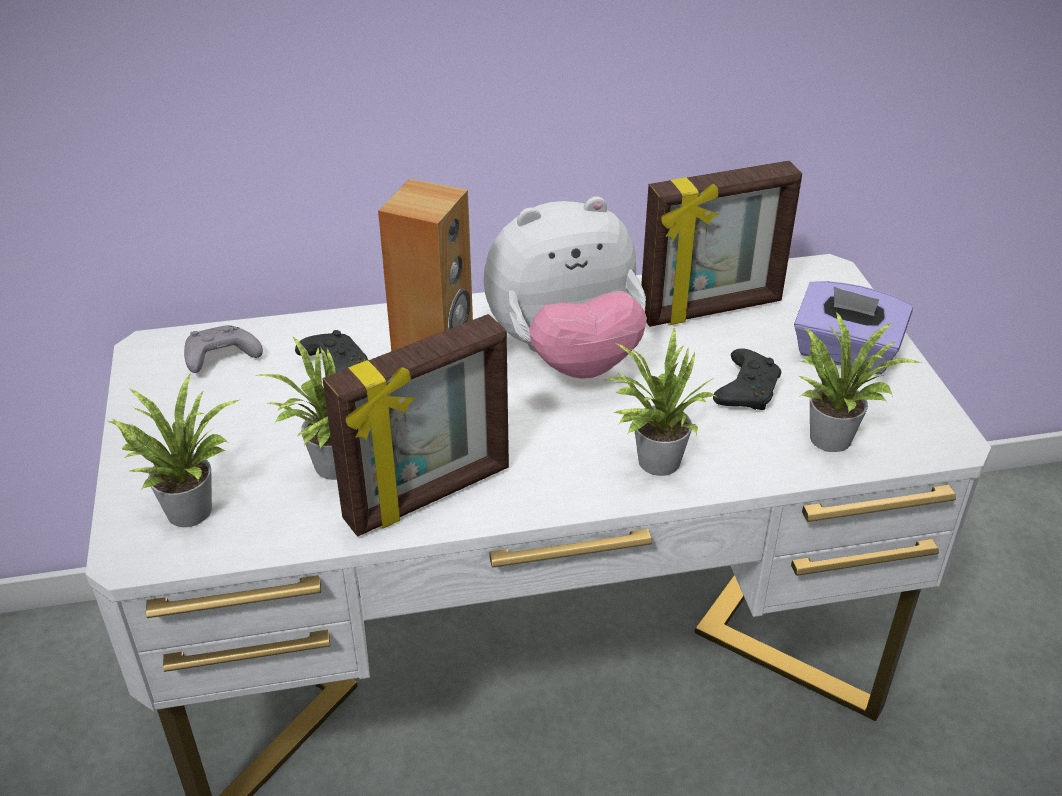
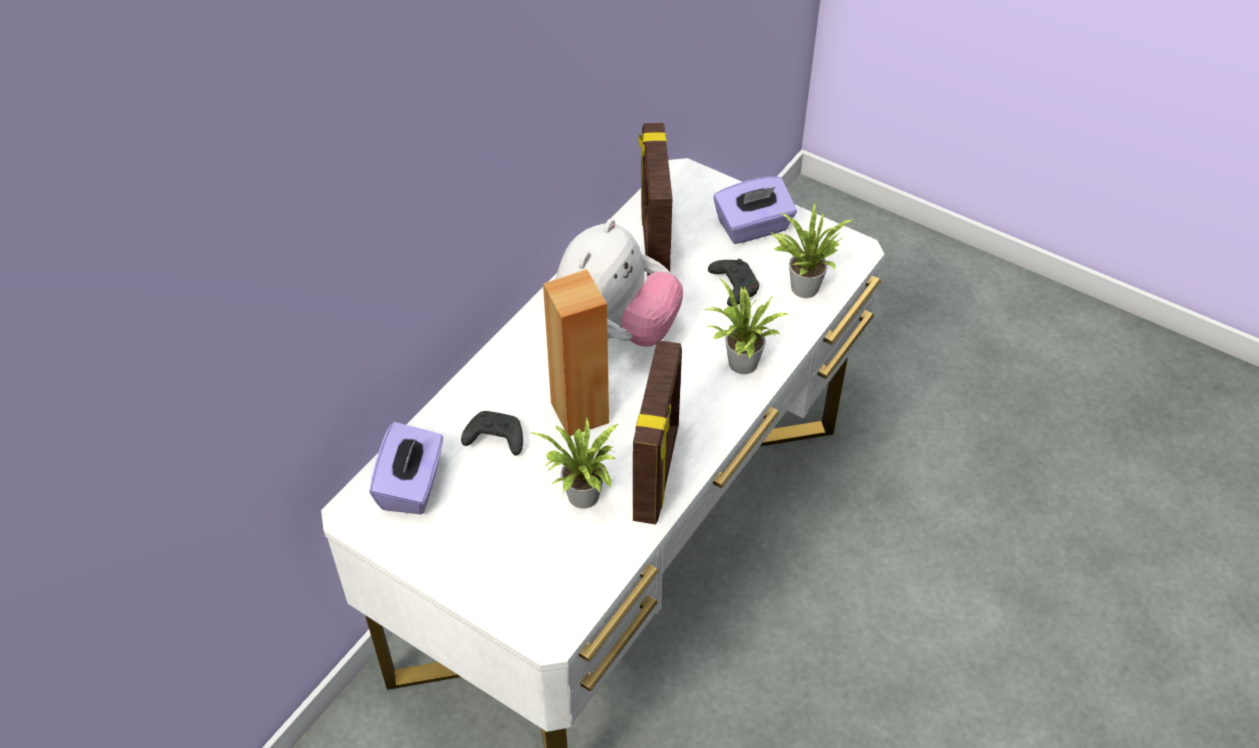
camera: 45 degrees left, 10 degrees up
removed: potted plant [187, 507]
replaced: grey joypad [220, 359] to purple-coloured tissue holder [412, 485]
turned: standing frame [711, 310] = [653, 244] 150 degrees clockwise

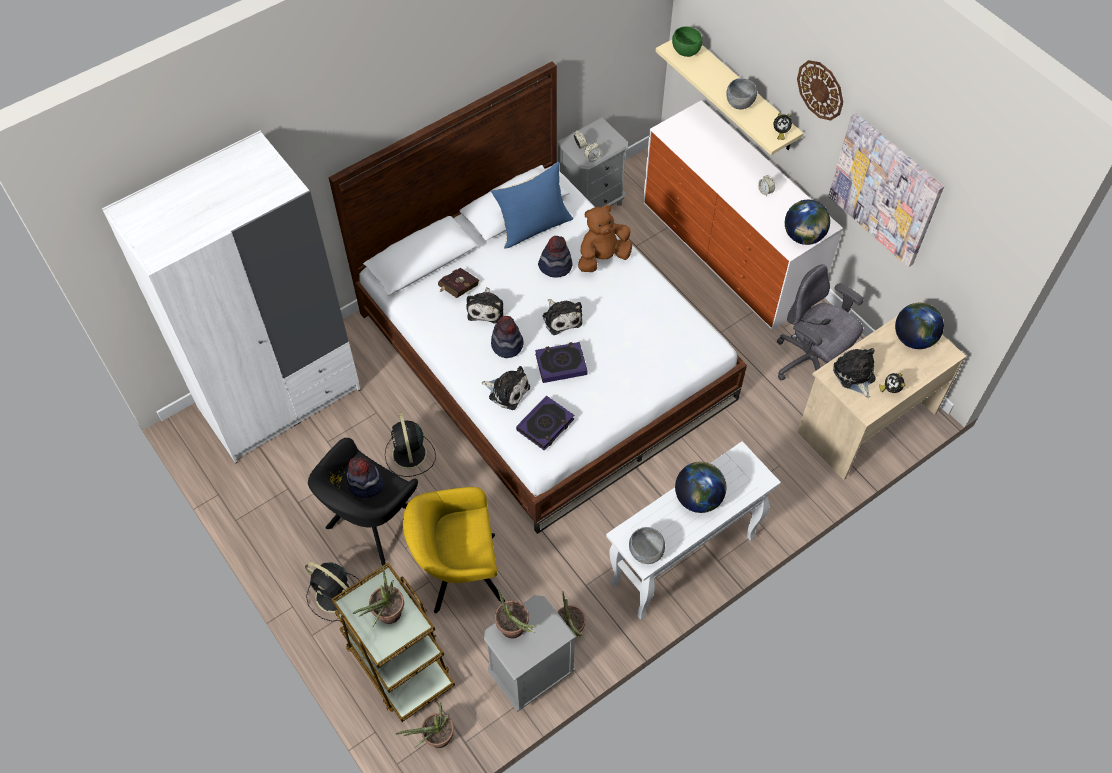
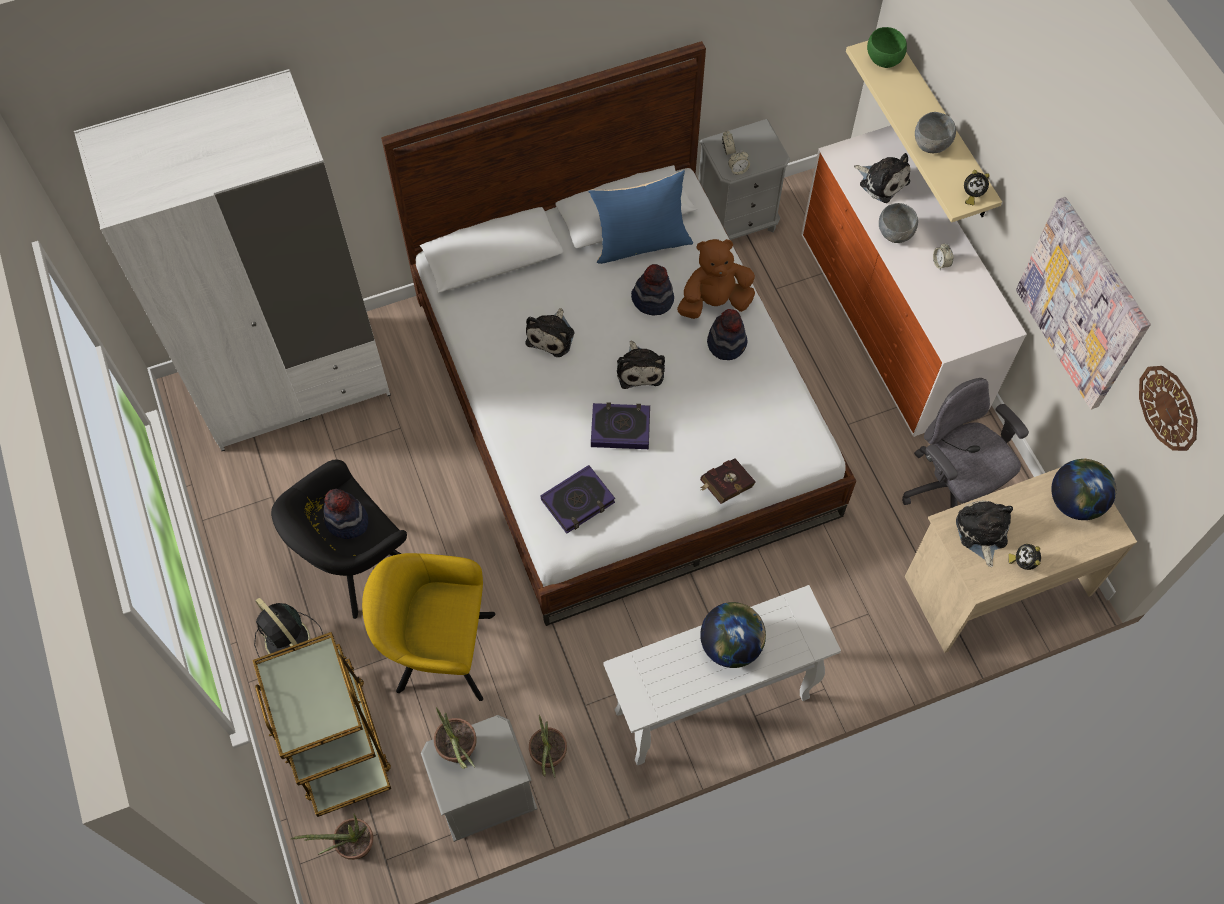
camera: 15 degrees right, 5 degrees up
removed: desk globe [803, 236]; blackish fan [409, 455]; potted plant [386, 617]
moved: clock on the wall [820, 90] to [1169, 407]; red-coloured bound book [457, 289] to [724, 487]; wearable hat [507, 344] to [727, 343]; cuddly toy [507, 391] to [882, 181]; grey bowl [646, 552] to [895, 233]

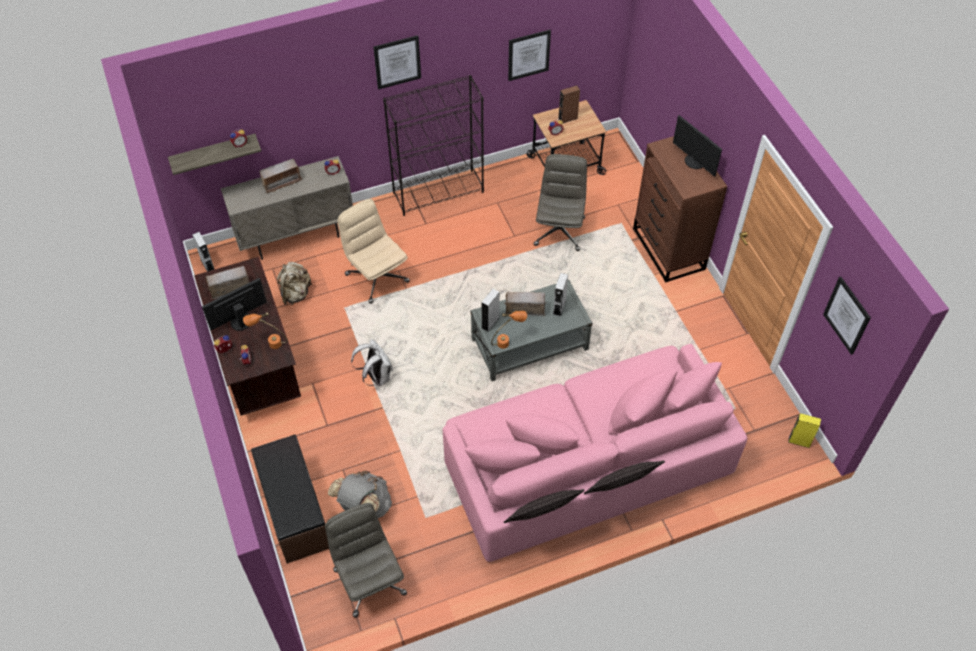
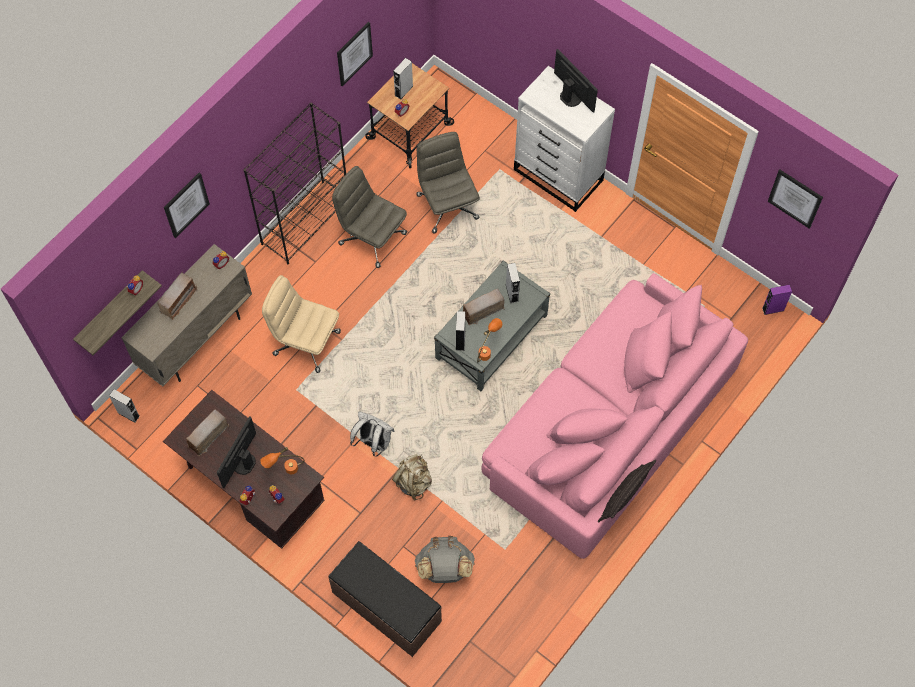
camera: 30 degrees left, 10 degrees up
removed: cushion [621, 485]
moved: picture [397, 62] to [186, 205]; sand-coloured rucksack [296, 293] to [413, 481]; grey office chair [369, 581] to [371, 238]
recoloured: brown-coloured speaker [567, 118] to grey speaker [403, 90]; brown-coloured dresser [668, 249] to white-coloured dresser [559, 175]; yellowish speaker [799, 441] to purple-coloured speaker [773, 309]
turned: computer display [694, 161] = [571, 96] 150 degrees counterclockwise

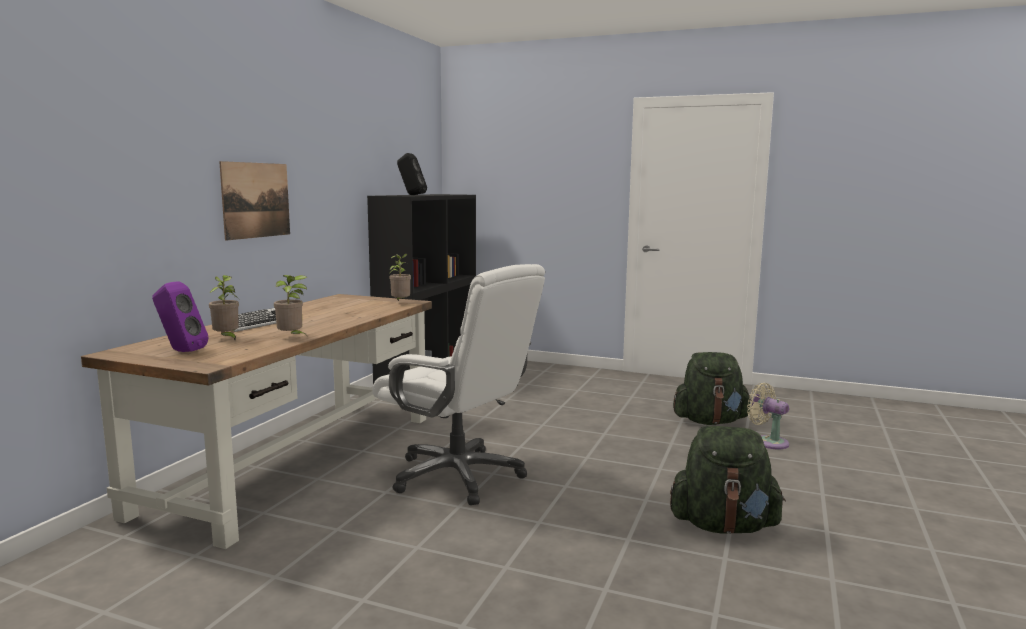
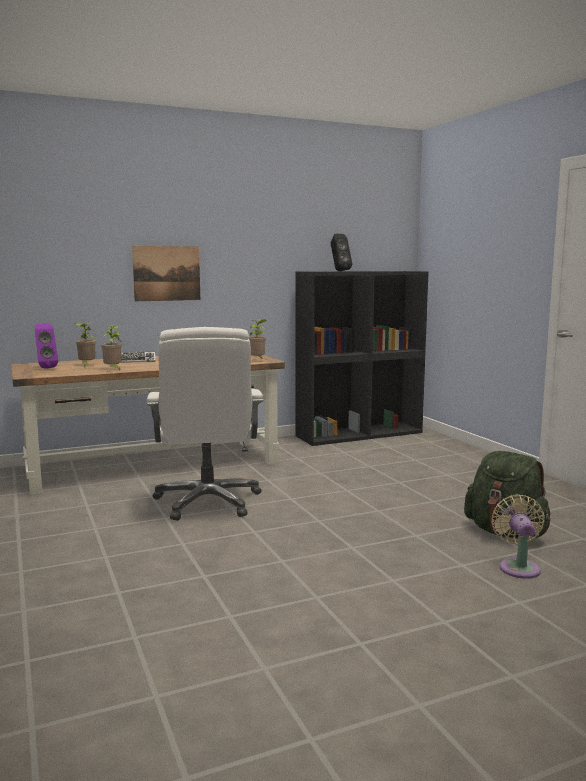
camera: 45 degrees right, 0 degrees up
removed: green-coloured rucksack [723, 526]

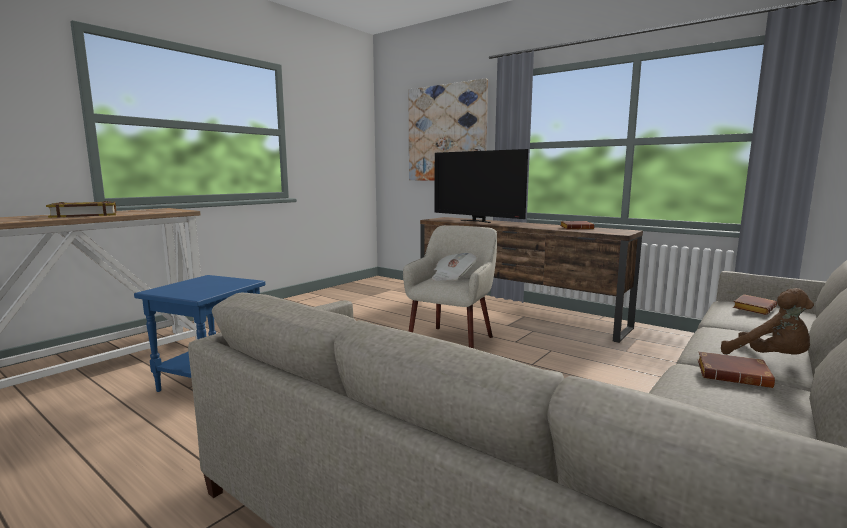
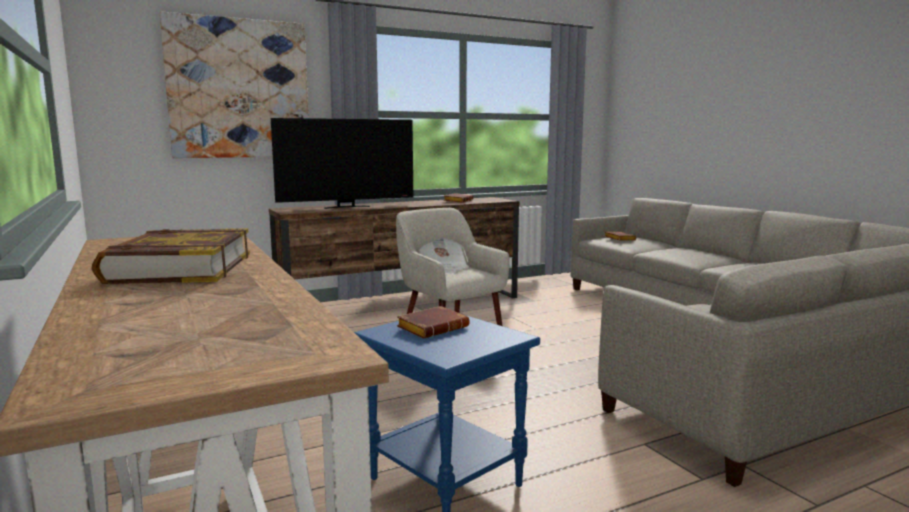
camera: 65 degrees left, 0 degrees up
removed: brown-coloured cuddly toy [770, 358]
moved: brown-coloured bound book [734, 375] to [433, 327]

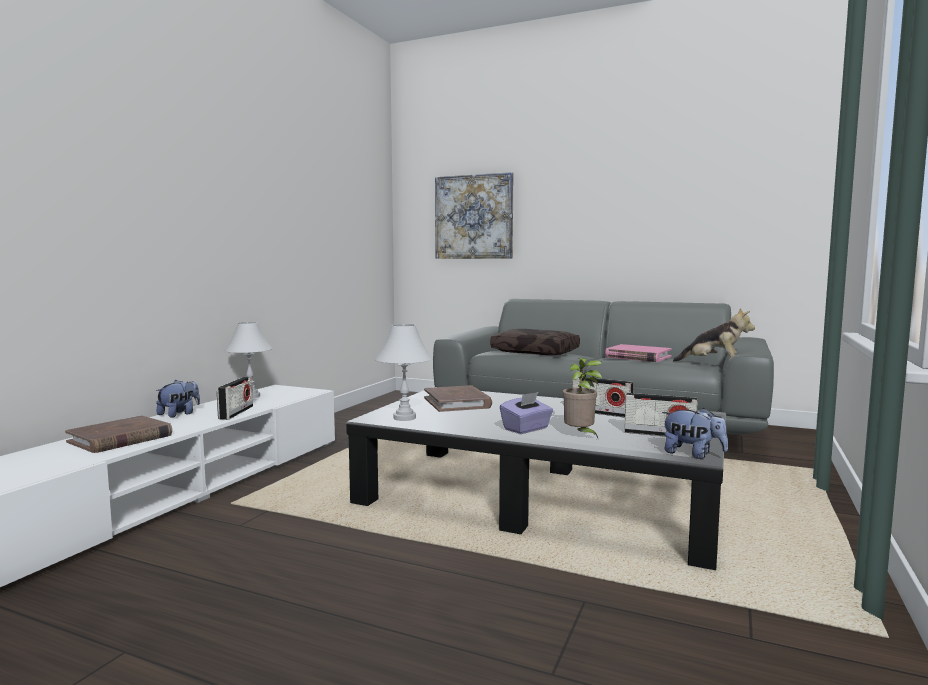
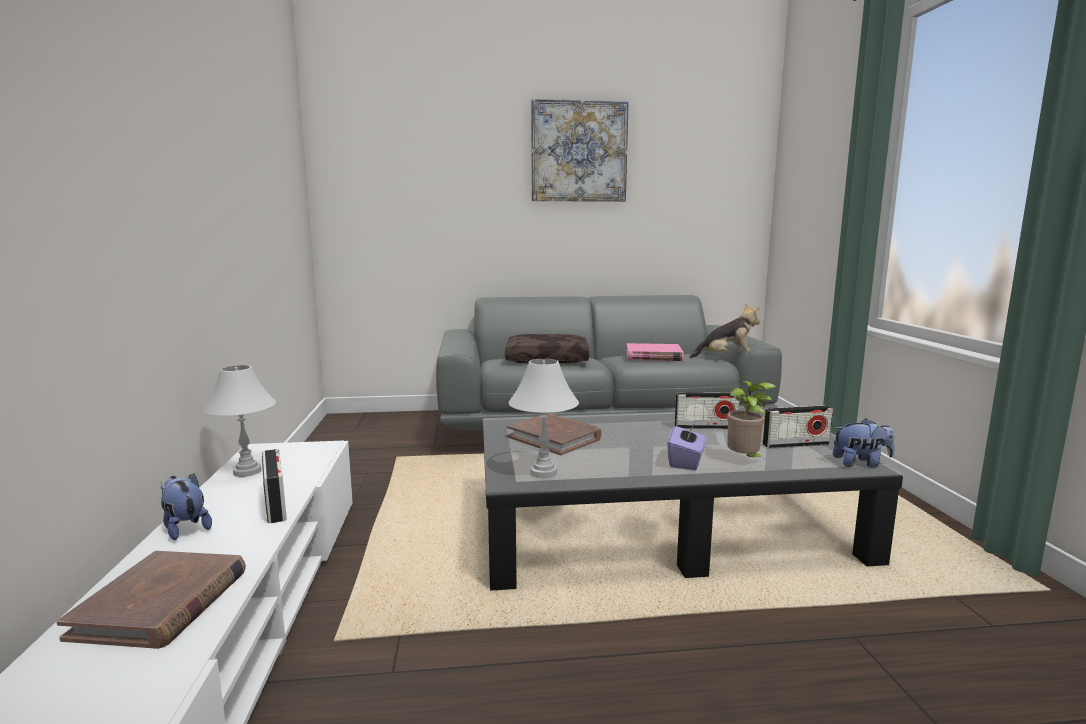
camera: 30 degrees left, 5 degrees up
moved: picture [474, 217] to [579, 152]
turned: cuddly toy [179, 414] = [185, 528] 45 degrees counterclockwise

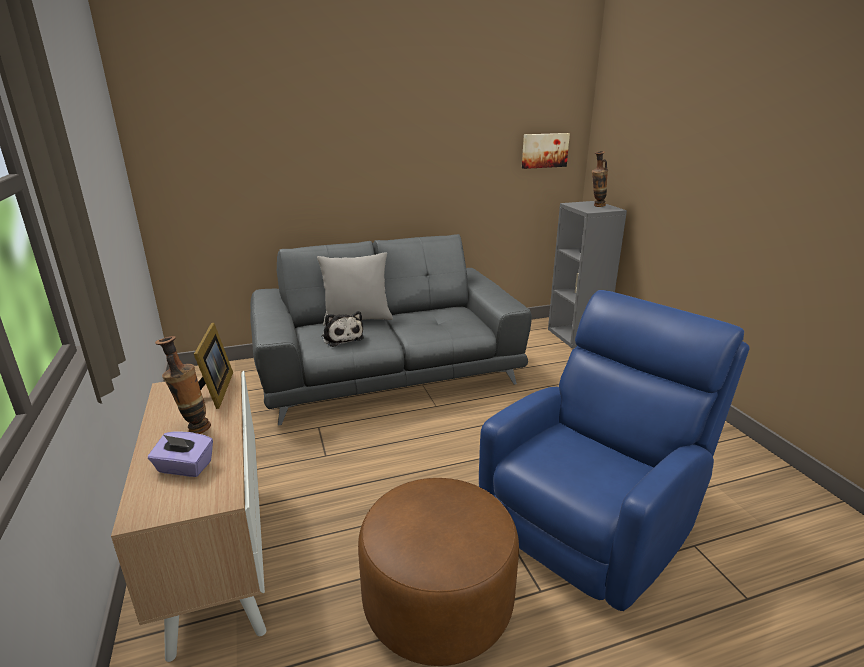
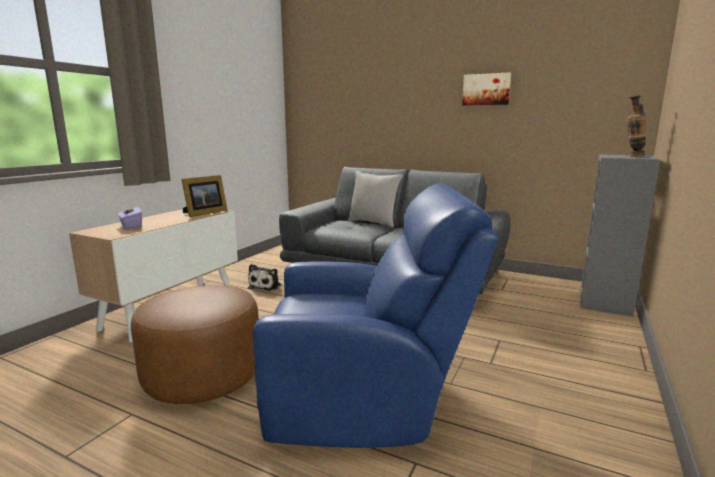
camera: 45 degrees right, 10 degrees down
removed: decorative vase [193, 429]
moved: picture [544, 150] to [486, 89]; cuddly toy [342, 337] to [266, 286]

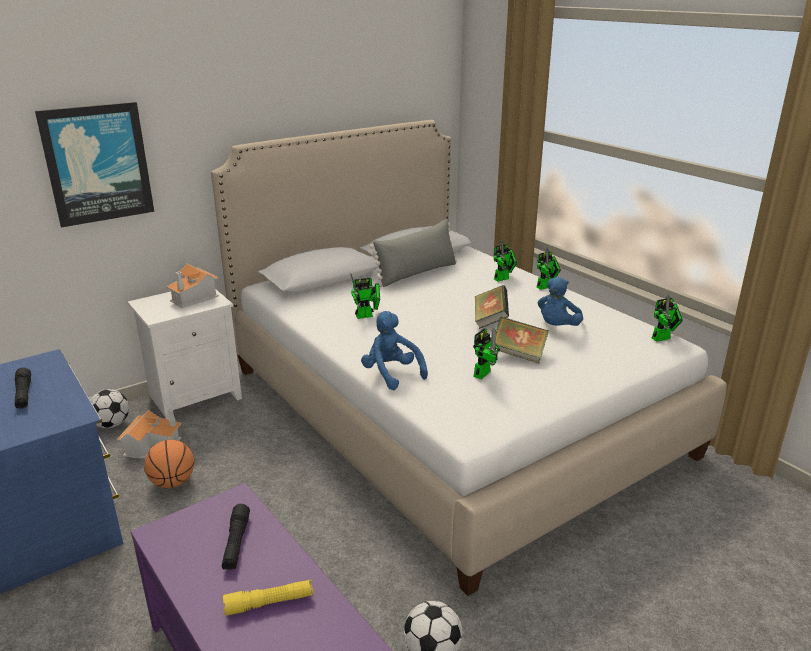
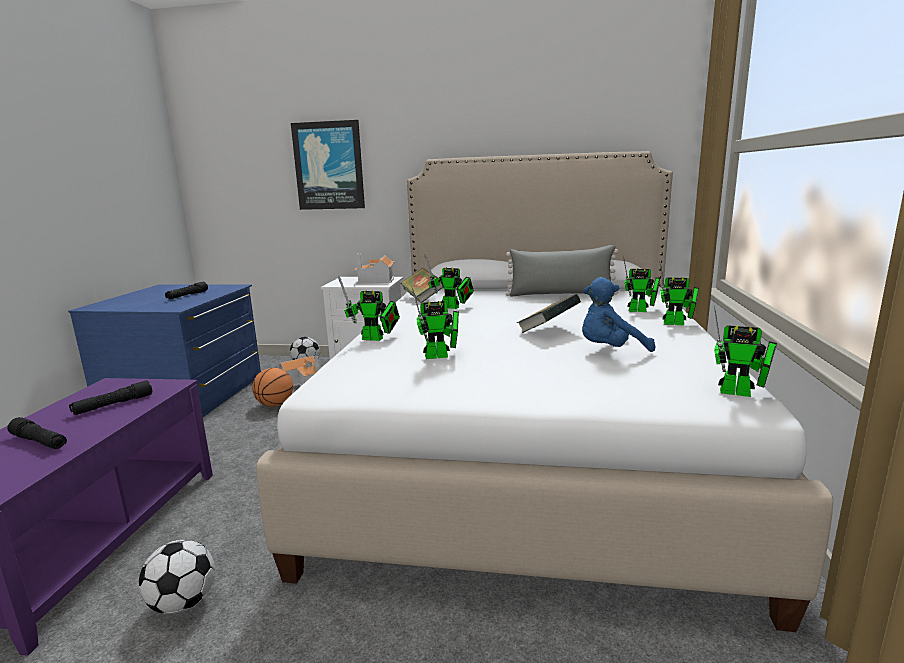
camera: 45 degrees right, 10 degrees down
moved: bound book [518, 354] to [422, 298]
replaced: blue cuddly toy [391, 374] to model robot [375, 339]
recoloured: yellowish hand torch [269, 603] to blackish hand torch [39, 442]

